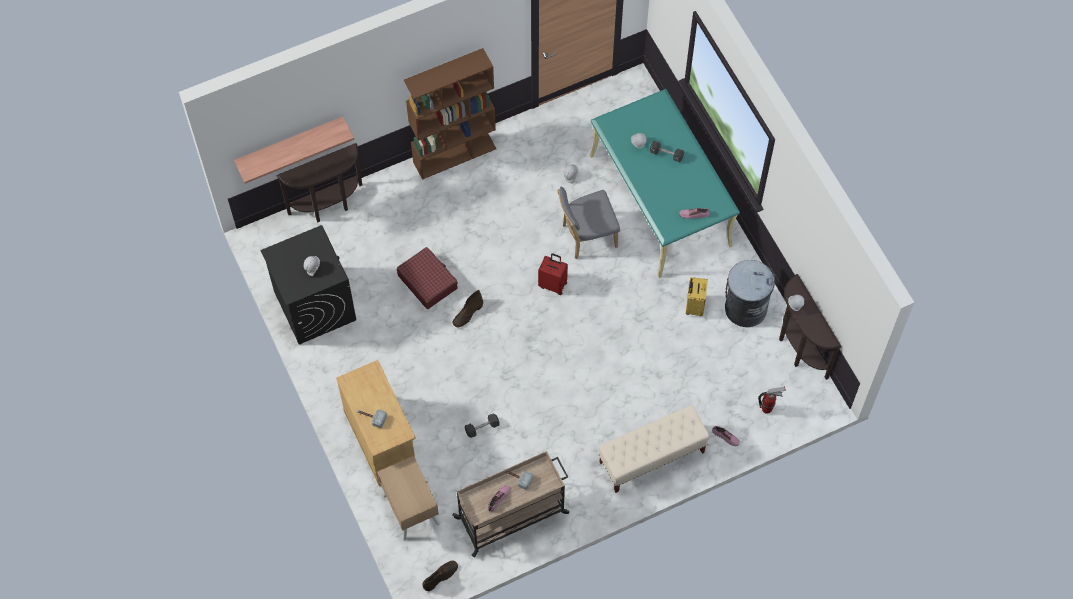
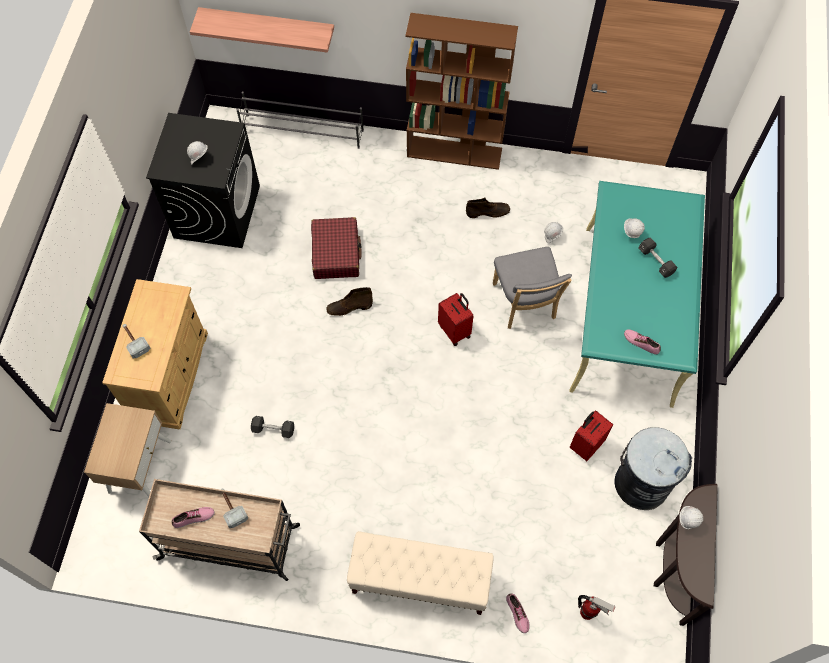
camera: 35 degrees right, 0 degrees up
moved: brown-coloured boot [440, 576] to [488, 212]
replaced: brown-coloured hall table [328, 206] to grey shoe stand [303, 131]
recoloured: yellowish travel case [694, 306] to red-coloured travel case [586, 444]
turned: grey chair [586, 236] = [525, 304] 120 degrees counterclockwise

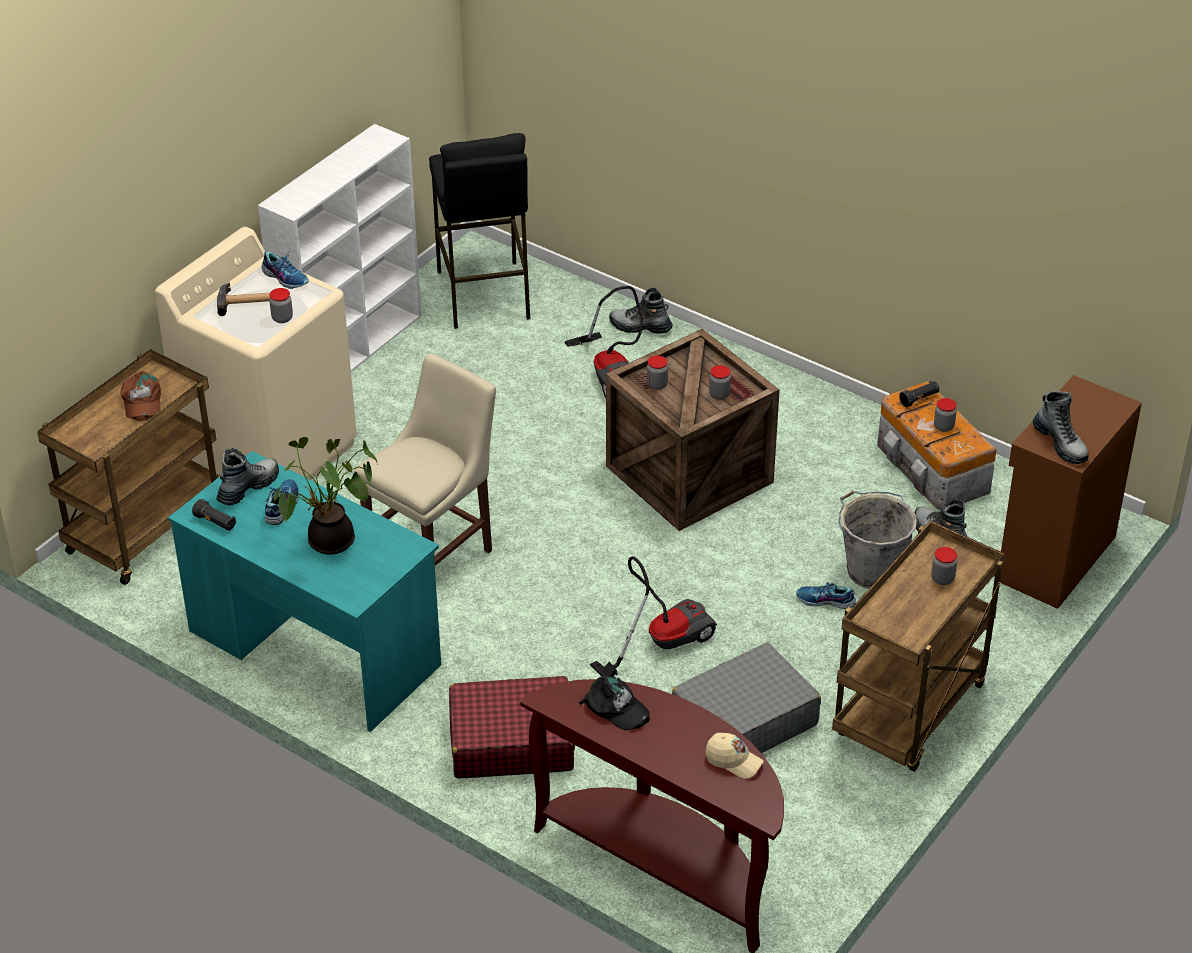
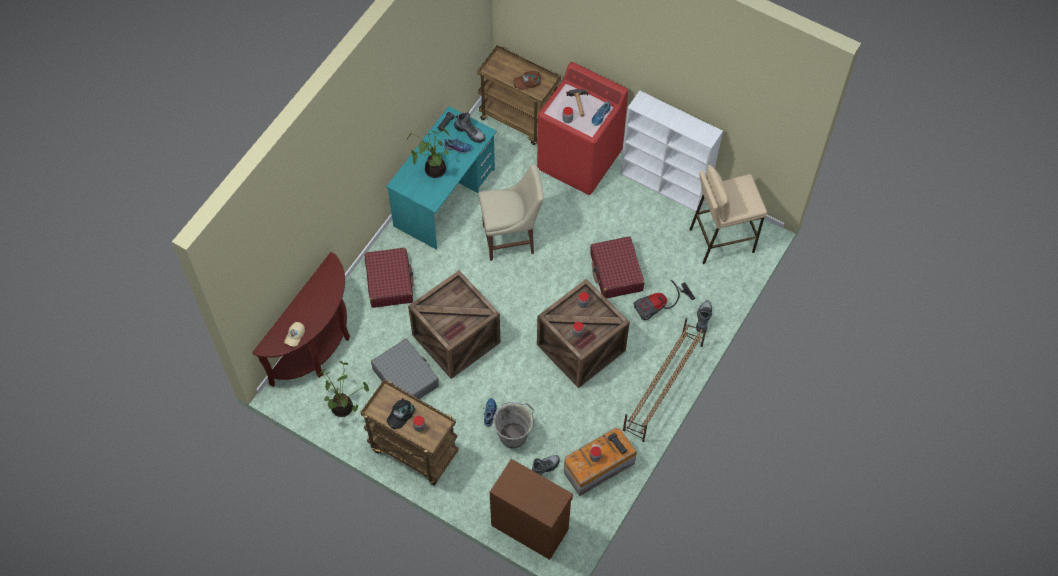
camera: 85 degrees right, 20 degrees up
removed: boot [1060, 443]
added: red-coloured travel case [616, 272]; brown-coloured shoe stand [662, 387]; potted plant [344, 406]
moved: blackish cap [616, 708] to [400, 414]
replaced: hoover [661, 642] to crate [456, 340]
recoloured: blackish sitting stool [483, 295] to sand-coloured sitting stool [721, 240]; sand-coloured laundry machine [270, 451] to red-coloured laundry machine [579, 161]
turned: sand-coloured chair [435, 553] = [511, 239] 45 degrees counterclockwise

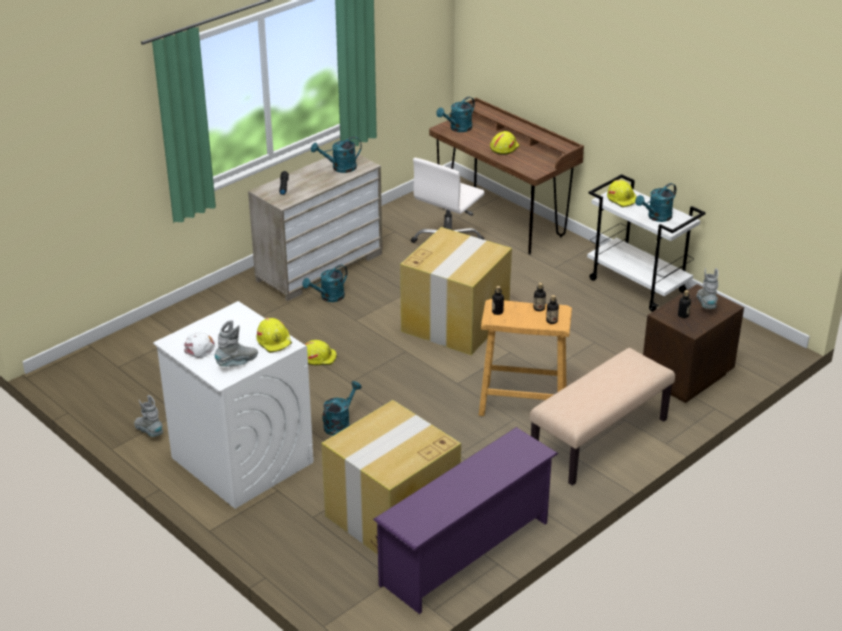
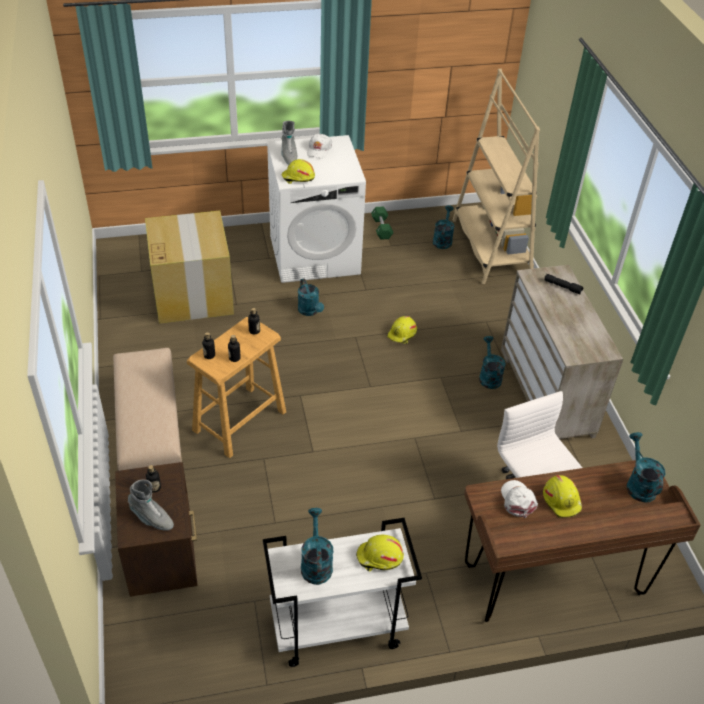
camera: 120 degrees right, 10 degrees up
removed: carton [456, 322]; purple-coloured shoe stand [466, 554]
added: sand-coloured shelving unit [490, 248]; white-coloured cap [517, 500]
moved: turquoise sprinkling can [339, 168] to [442, 239]
replaced: grey boot [149, 432] to green-coloured free weight [381, 228]

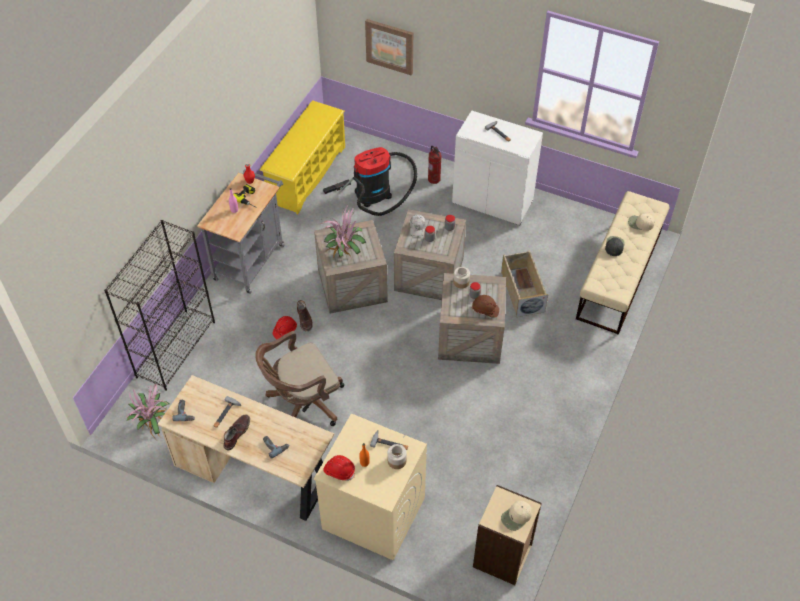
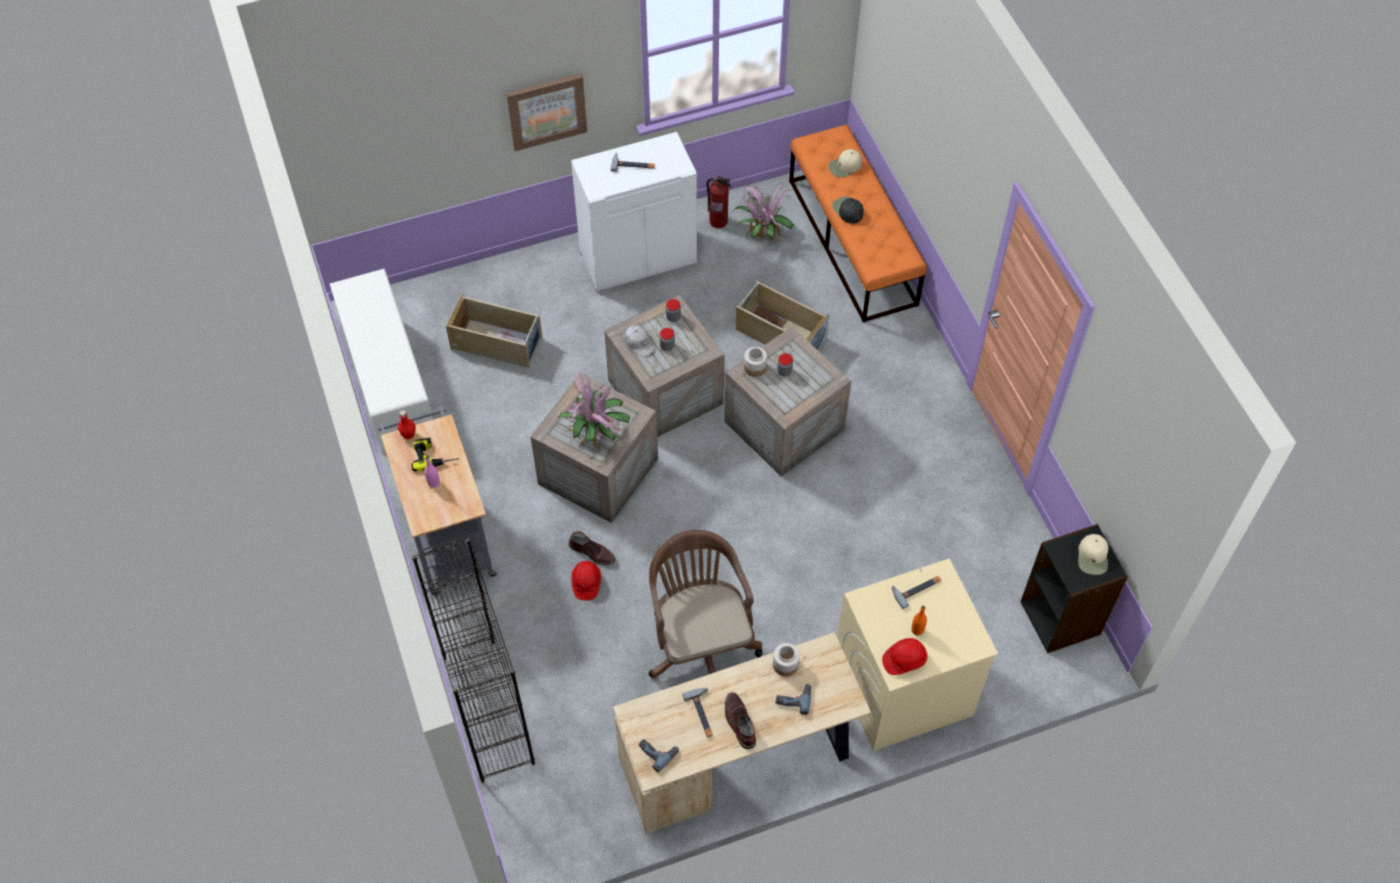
camera: 45 degrees left, 5 degrees up
removed: brown-coloured work helmet [485, 310]
moved: picture [390, 46] to [546, 110]; fire extinguisher [434, 179] to [718, 221]; potted plant [153, 423] to [762, 234]; preserve jar [396, 461] to [785, 665]
replaced: hoover [376, 192] to sand-coloured storage container [498, 343]
recoloured: yellowish shoe stand [306, 174] to white-coloured shoe stand [390, 384]; sand-coloured long seat [619, 275] to orange long seat [852, 242]; sand-coloured shelving unit [503, 556] to blackish shelving unit [1061, 618]
turned: brown-coloured office chair [302, 403] = [700, 643] 150 degrees clockwise

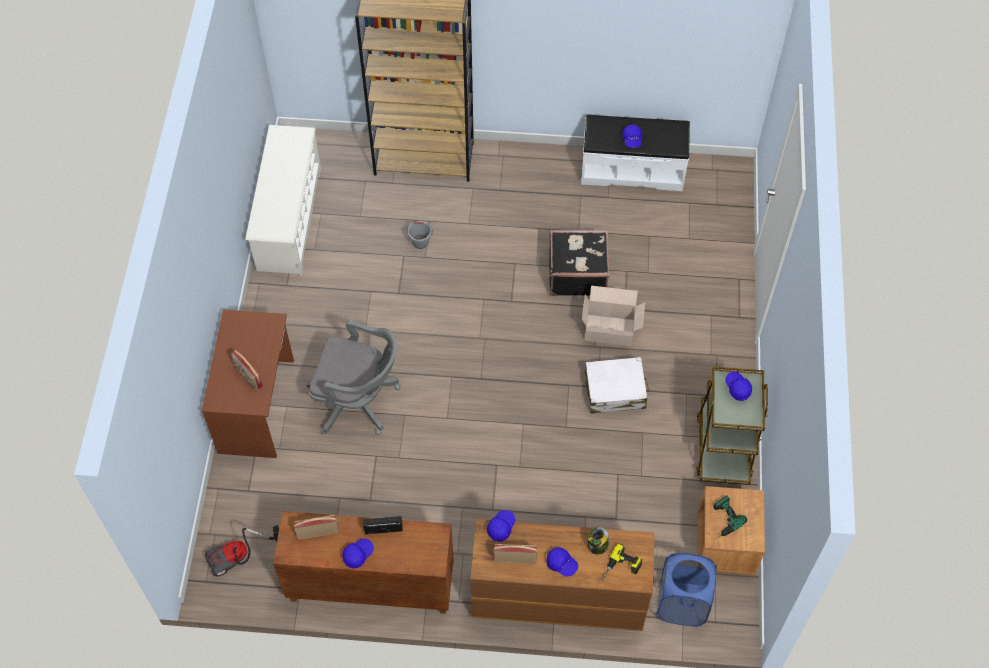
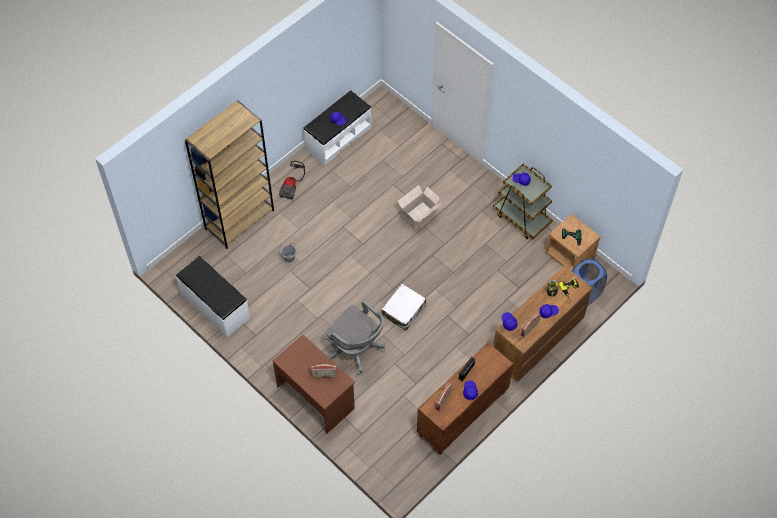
camera: 50 degrees left, 0 degrees up
removed: blackish travel case [576, 273]
moved: white-coloured travel case [615, 391] to [404, 310]; hoover [241, 558] to [292, 186]
replaced: white-coloured shoe stand [289, 219] to white-coloured long seat [214, 306]
turned: grey office chair [359, 401] = [356, 349] 75 degrees clockwise

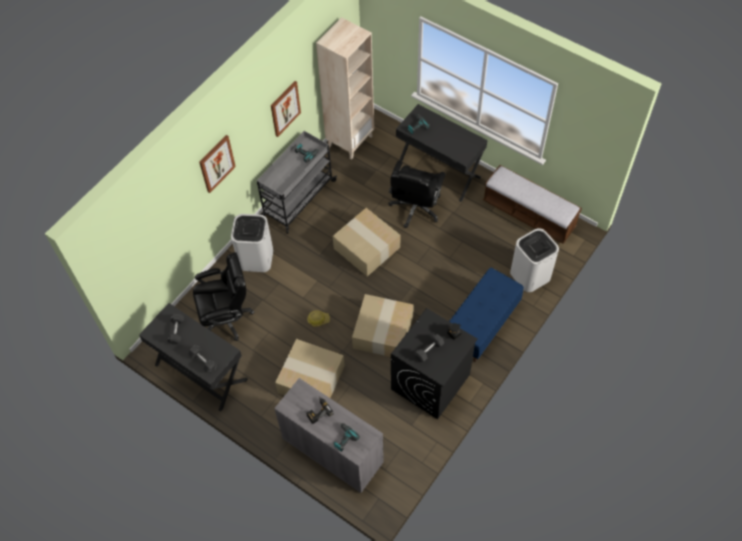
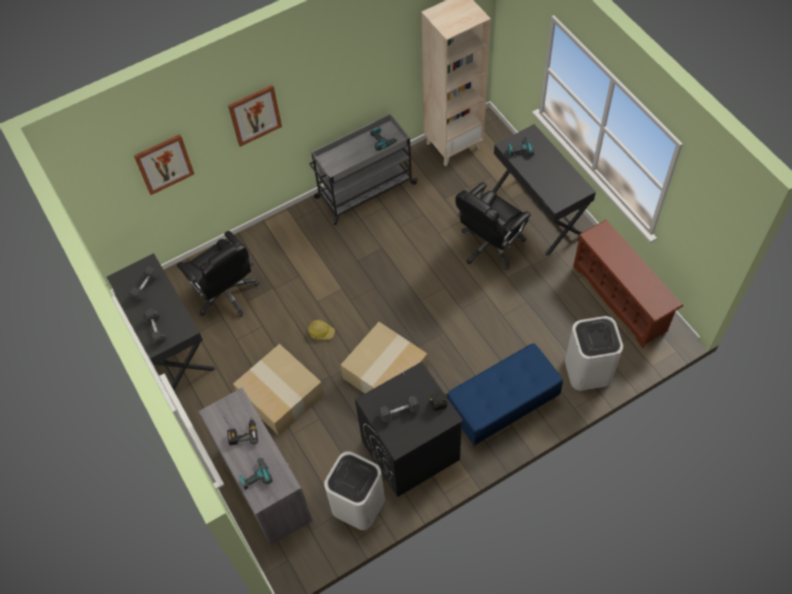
camera: 25 degrees right, 0 degrees up
removed: carton [368, 248]
moved: picture [285, 108] to [164, 164]; white-coloured waste bin [256, 257] to [358, 504]
replaced: long seat [529, 214] to brown-coloured shoe stand [621, 298]
turned: blackish office chair [226, 317] = [226, 293] 45 degrees clockwise

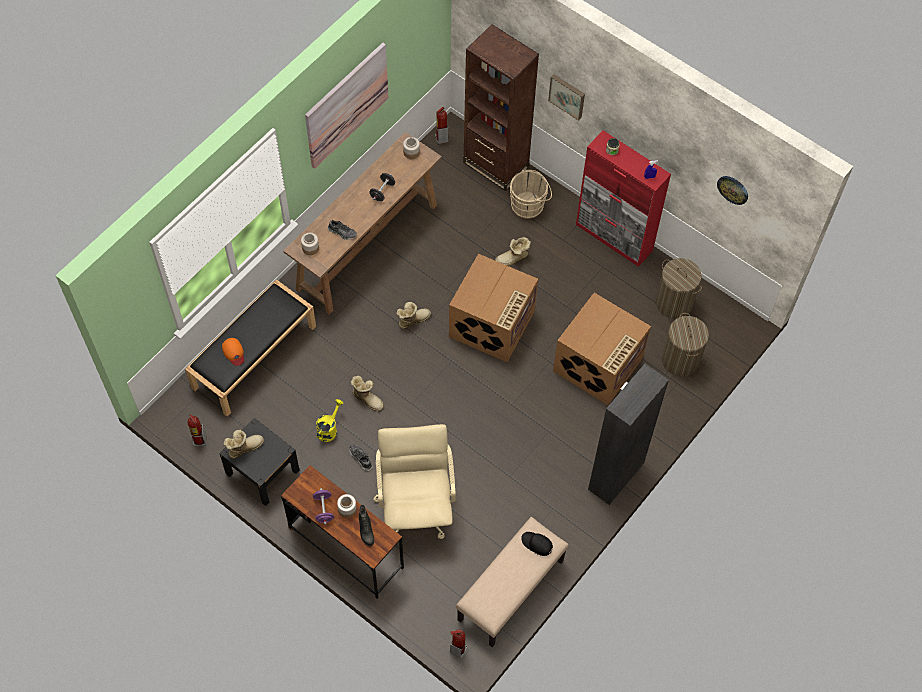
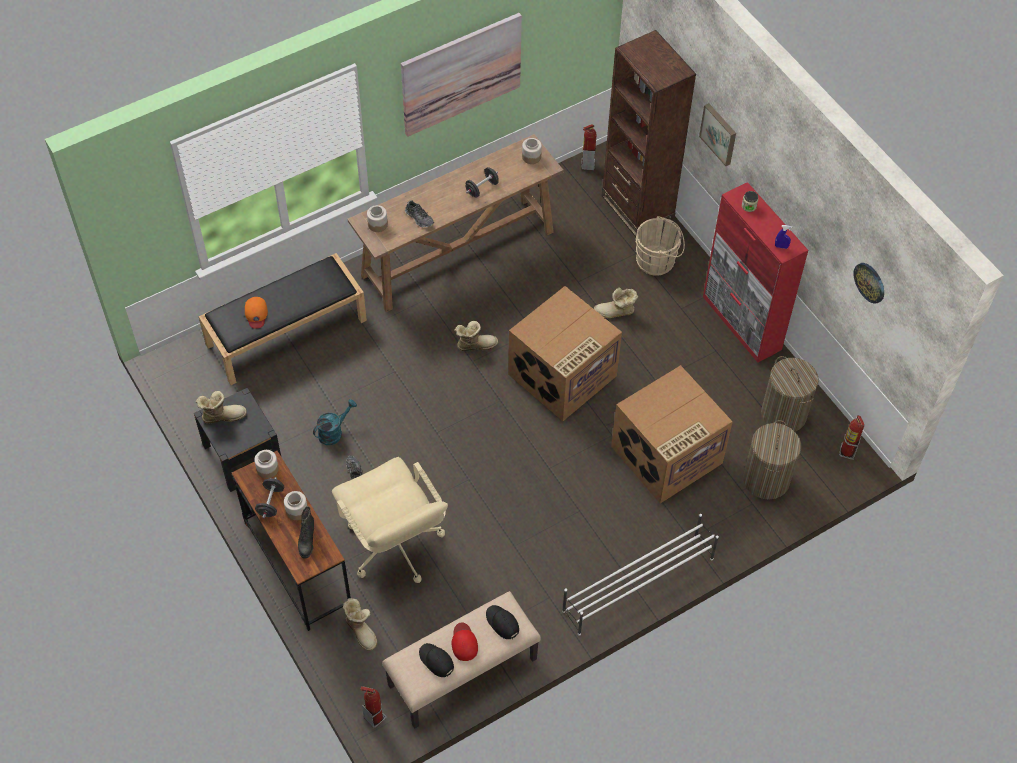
camera: 20 degrees right, 5 degrees down
added: preserve jar [267, 469]; red-coloured cap [464, 642]; blackish cap [436, 661]
moved: boot [367, 398] to [361, 630]; fire extinguisher [199, 440] to [846, 452]
replaced: blackish storage cabinet [616, 476] to white-coloured shoe stand [637, 584]
recoloured: yellowish sprinkling can [329, 429] to turquoise sprinkling can [334, 432]; purple-coloured free weight [323, 509] to blackish free weight [271, 502]
turned: sand-coloured office chair [416, 507] = [394, 545] 135 degrees clockwise

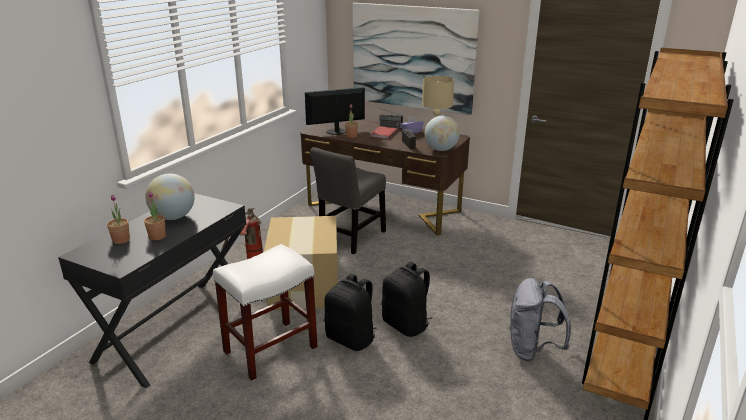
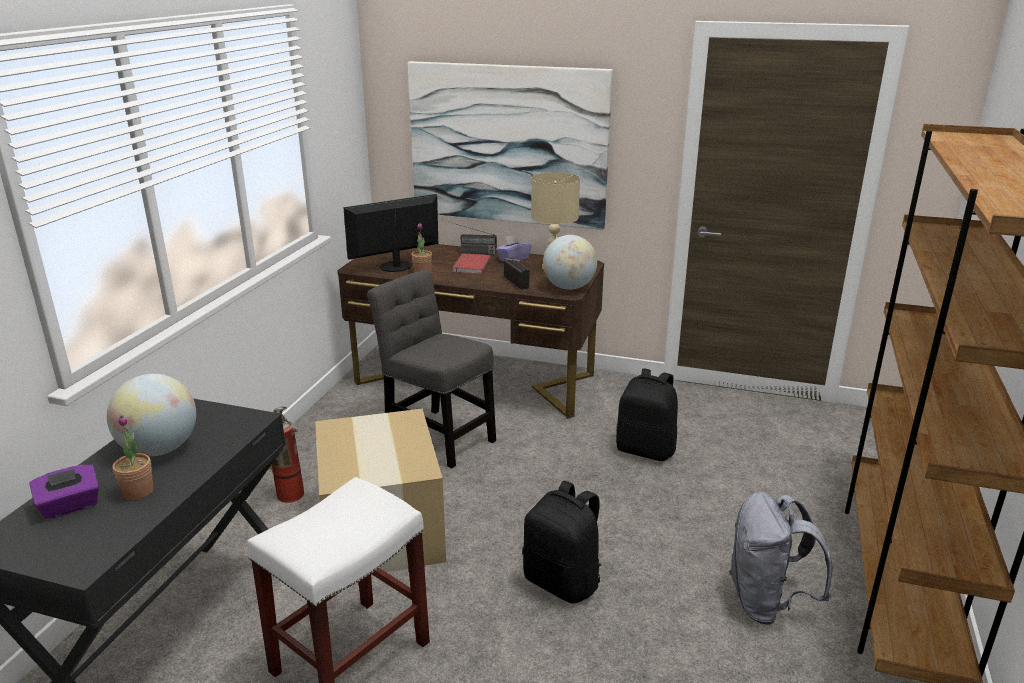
camera: 10 degrees left, 0 degrees up
moved: blackish rucksack [351, 339] to [646, 450]
replaced: potted plant [121, 240] to purple-coloured tissue holder [70, 506]
turned: grey chair [351, 238] = [437, 435] 105 degrees clockwise

